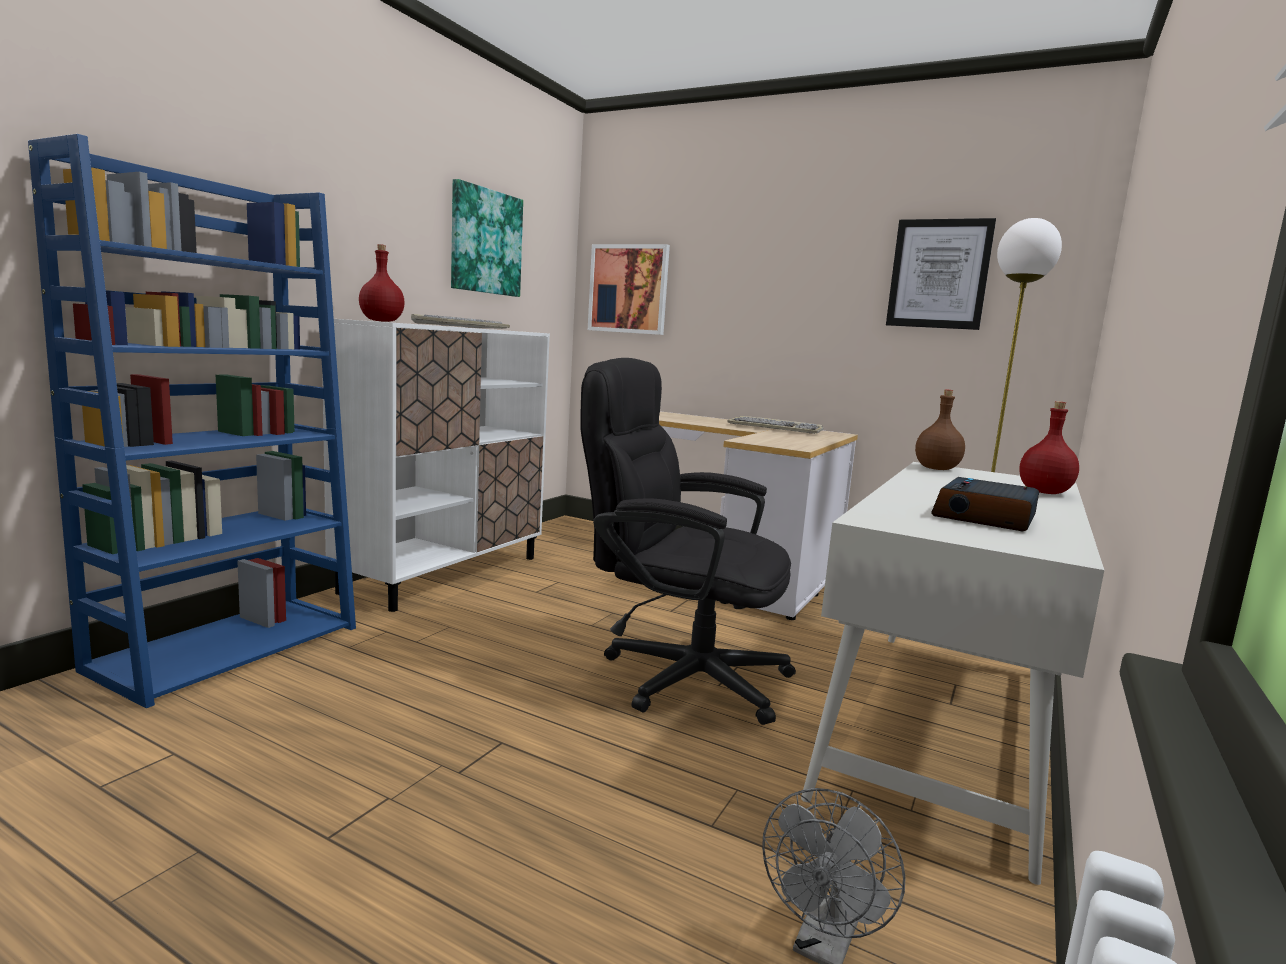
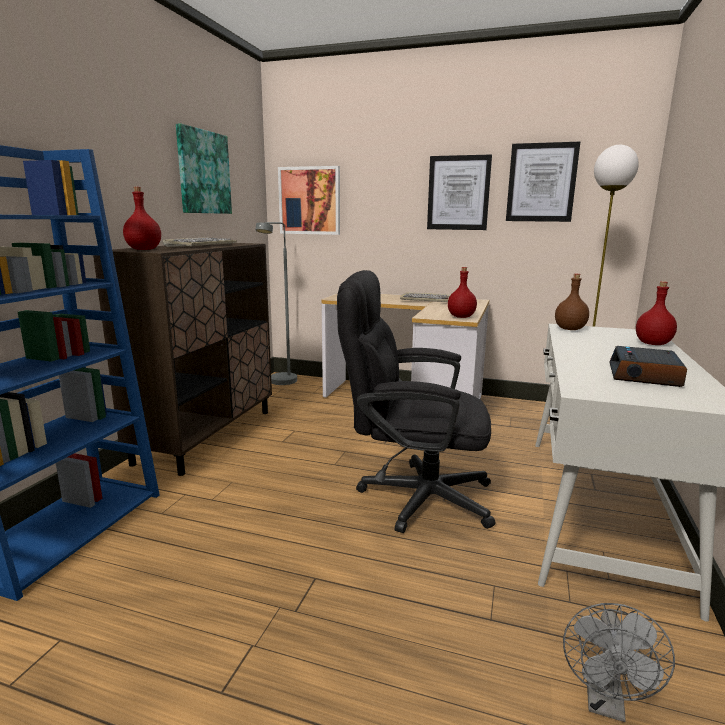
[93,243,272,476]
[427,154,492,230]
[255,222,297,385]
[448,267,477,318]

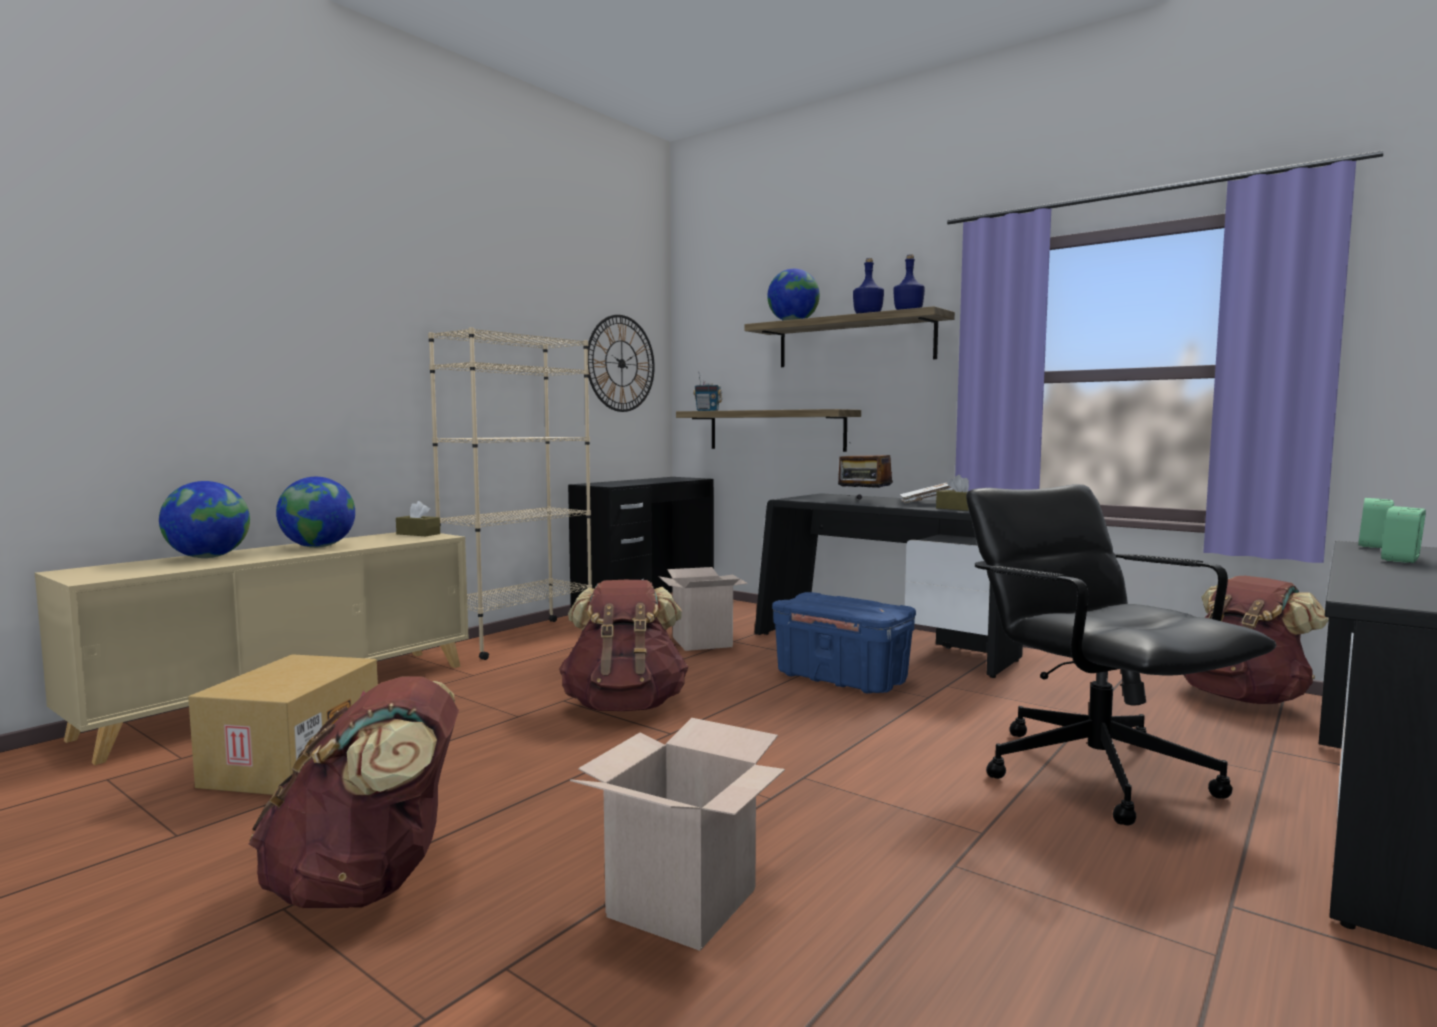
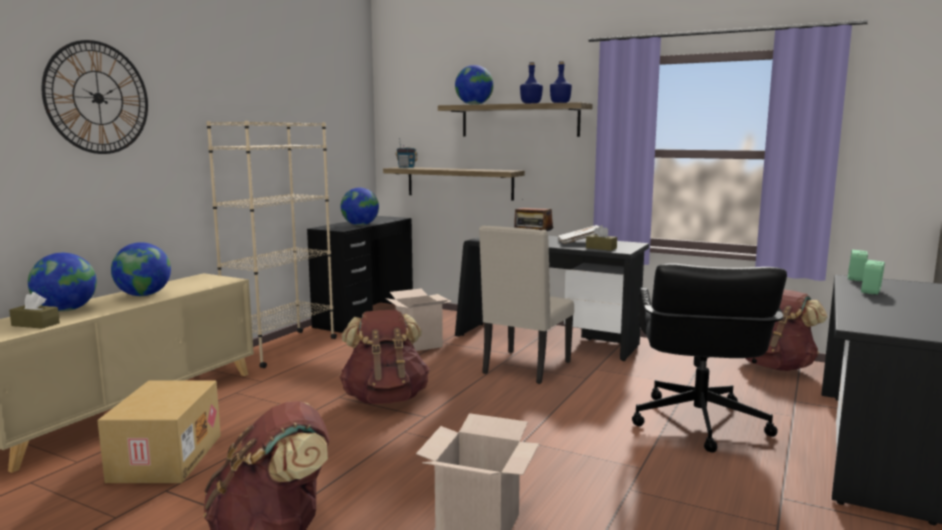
[42,40,148,154]
[632,263,787,453]
[9,292,60,329]
[479,226,574,384]
[341,188,379,226]

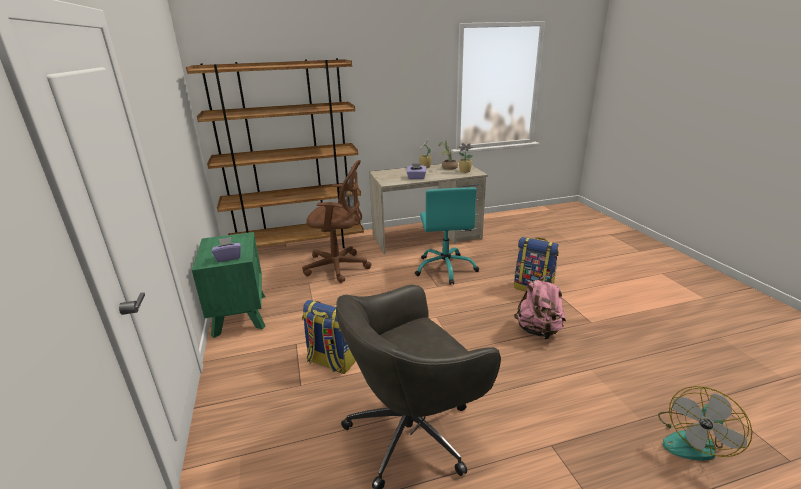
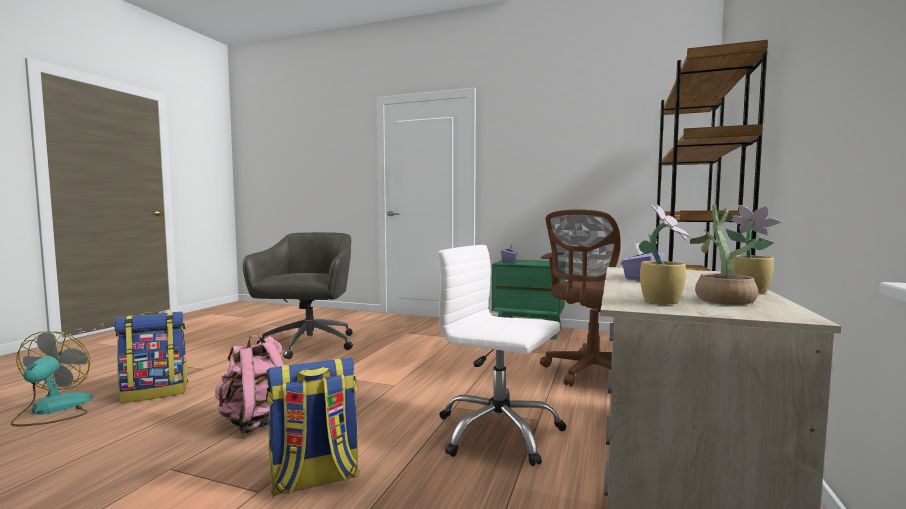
[438,245,567,466]
[114,312,188,403]

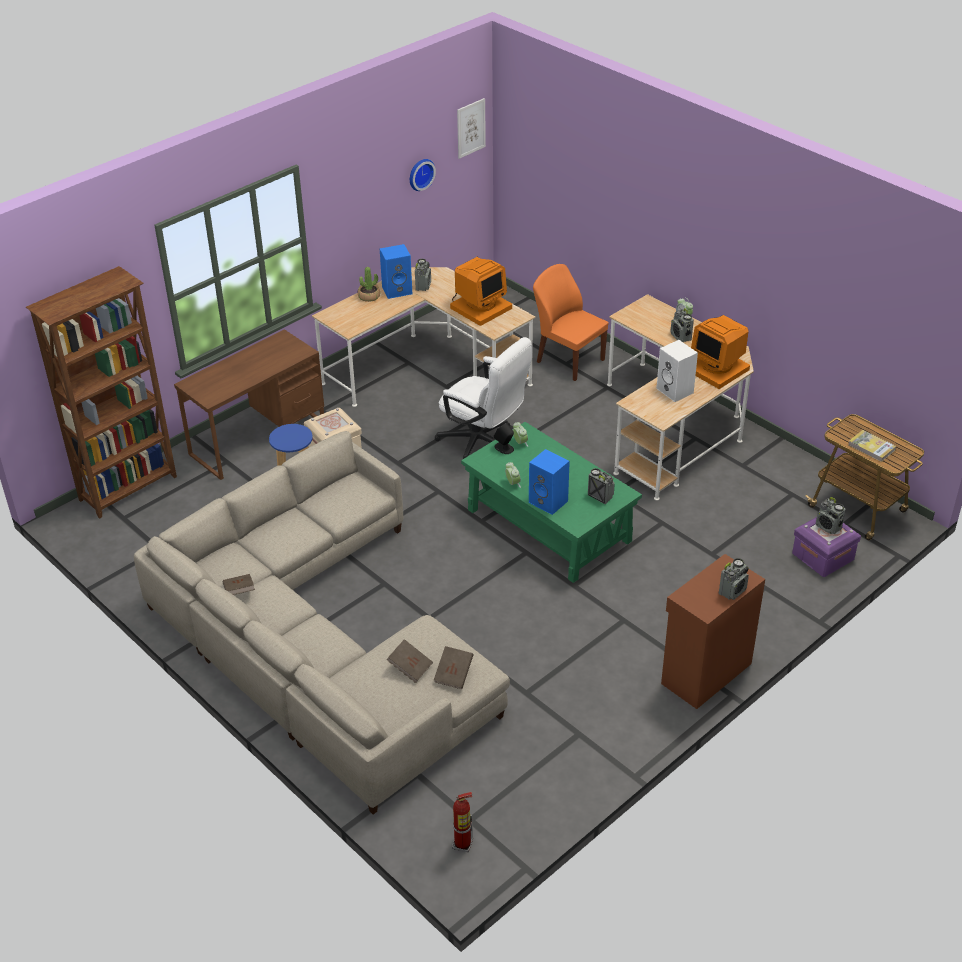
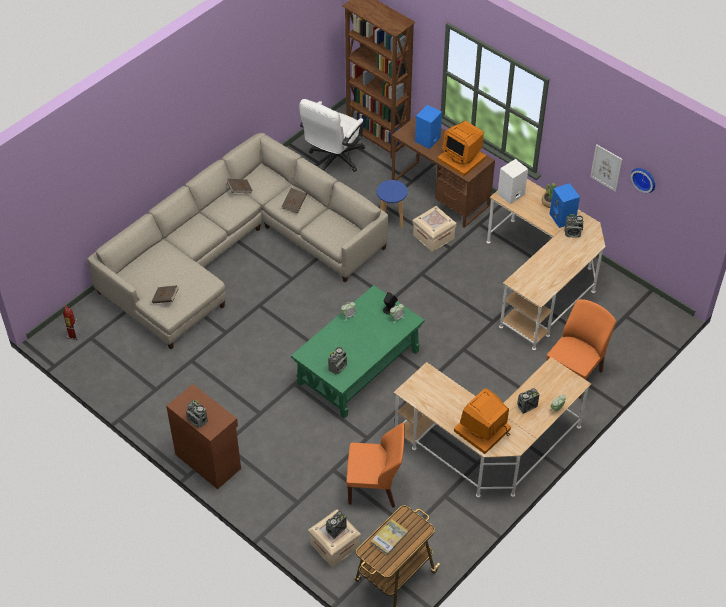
[590,144,623,192]
[438,121,486,176]
[299,99,365,172]
[498,159,528,204]
[415,105,442,149]
[308,509,361,567]
[282,188,307,214]
[347,423,405,507]

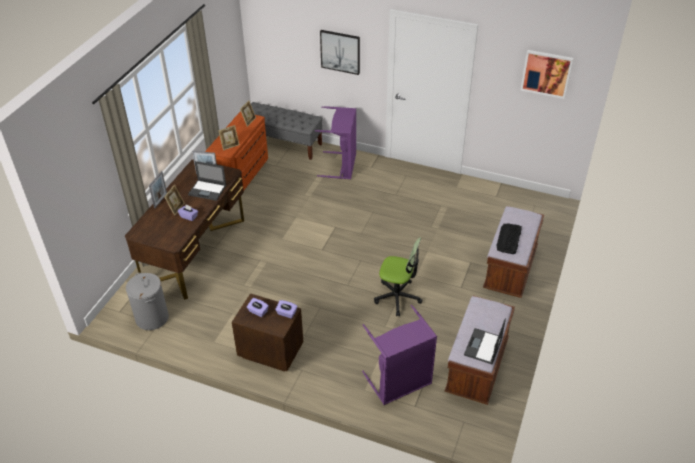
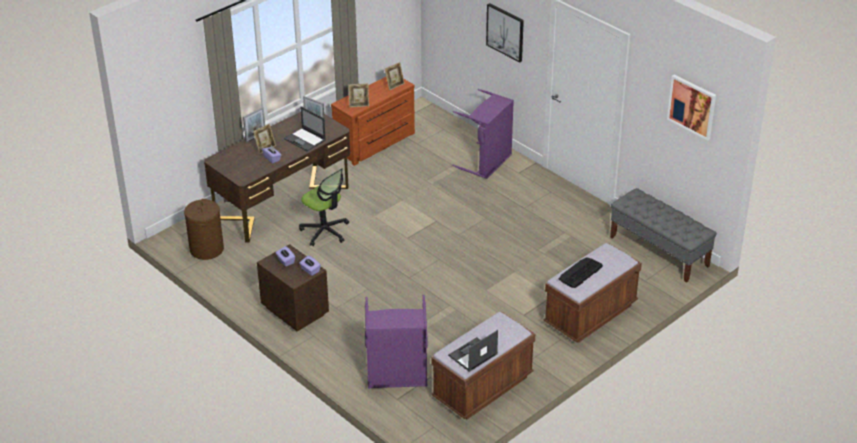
[610,188,717,283]
[299,168,349,246]
[184,198,224,260]

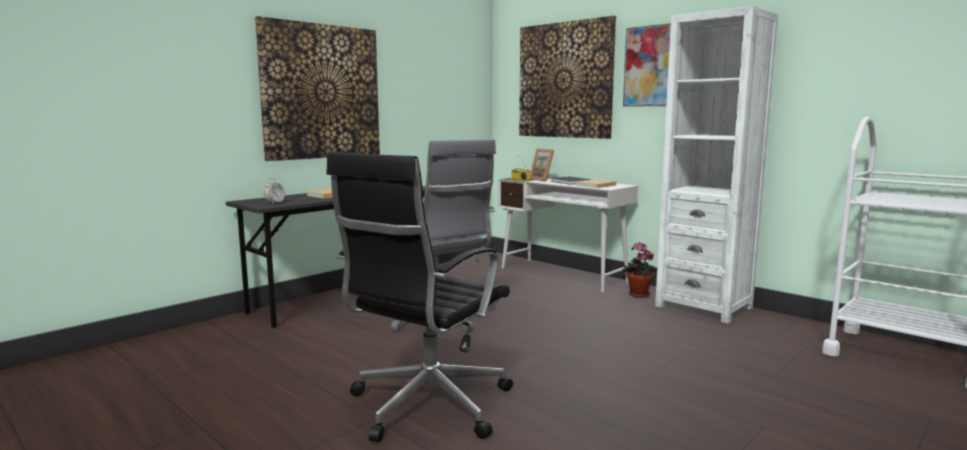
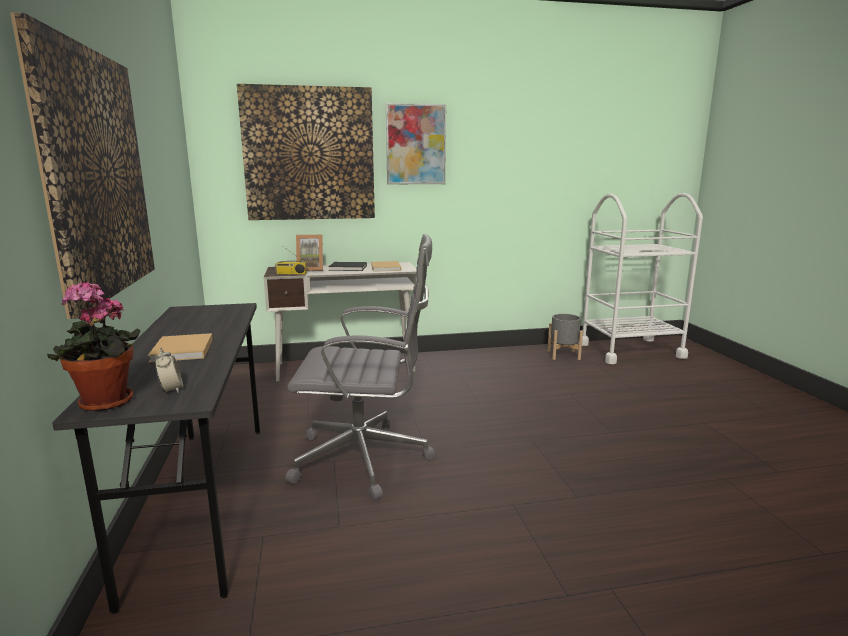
[655,6,778,324] (first image)
[326,152,513,442] (first image)
[47,281,141,412]
[547,314,583,360]

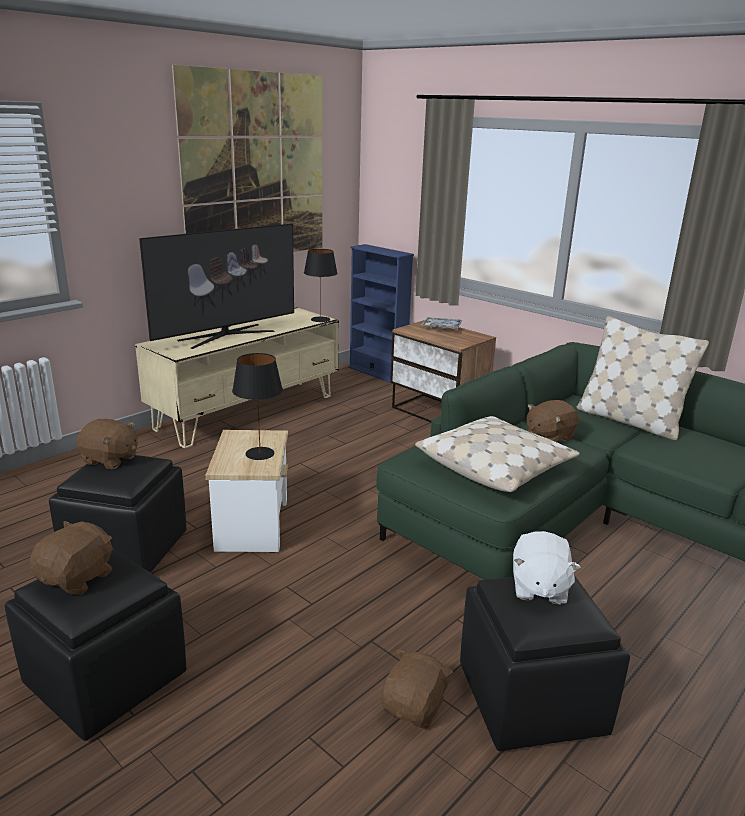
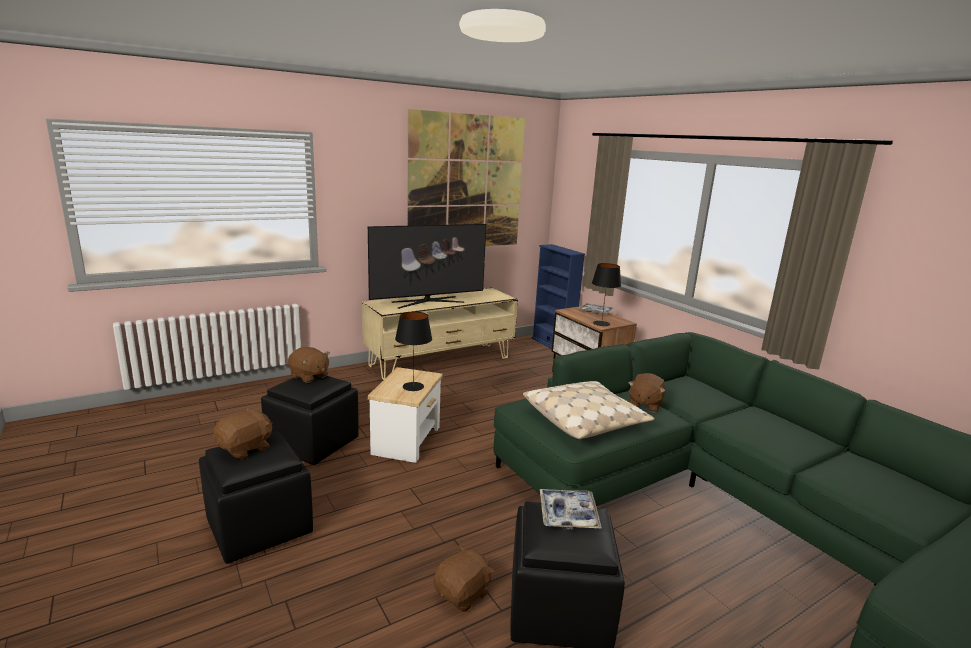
[592,263,621,326]
[577,316,709,441] (first image)
[628,373,665,413]
[540,489,602,530]

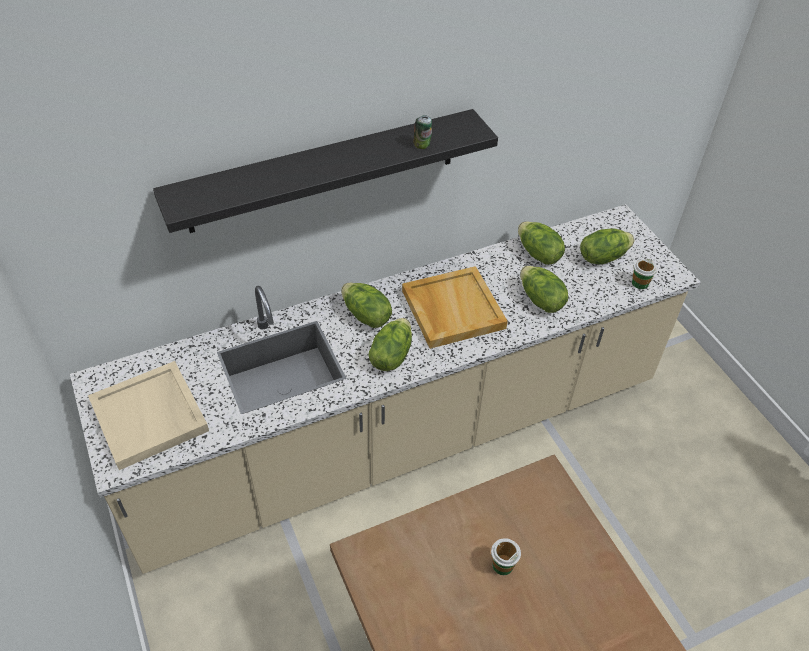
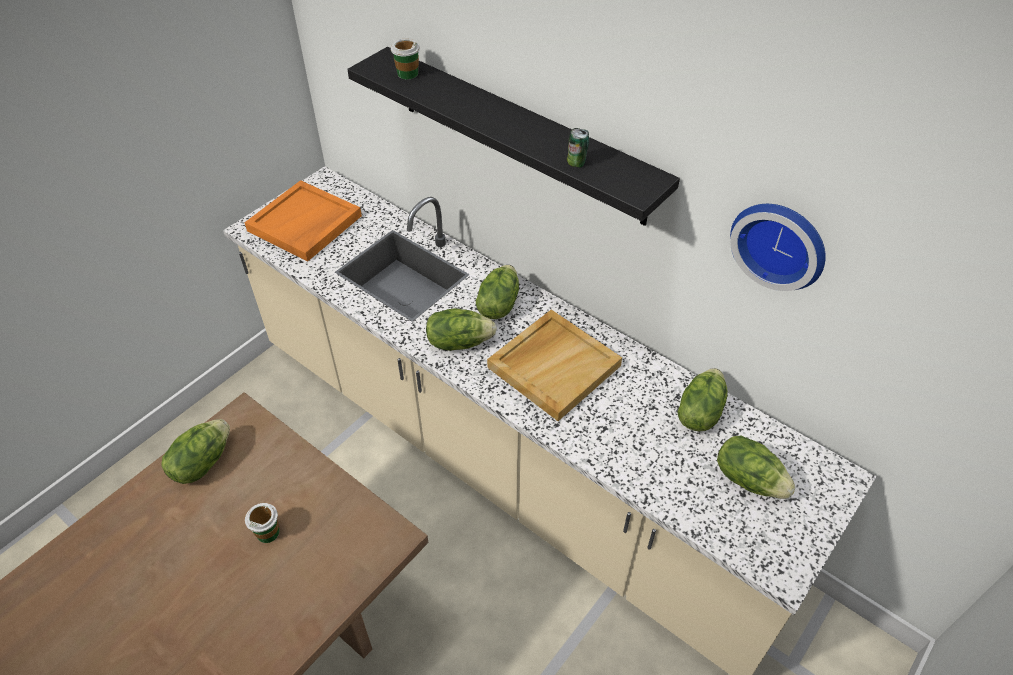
[391,39,420,79]
[161,419,230,484]
[244,180,362,262]
[730,204,826,291]

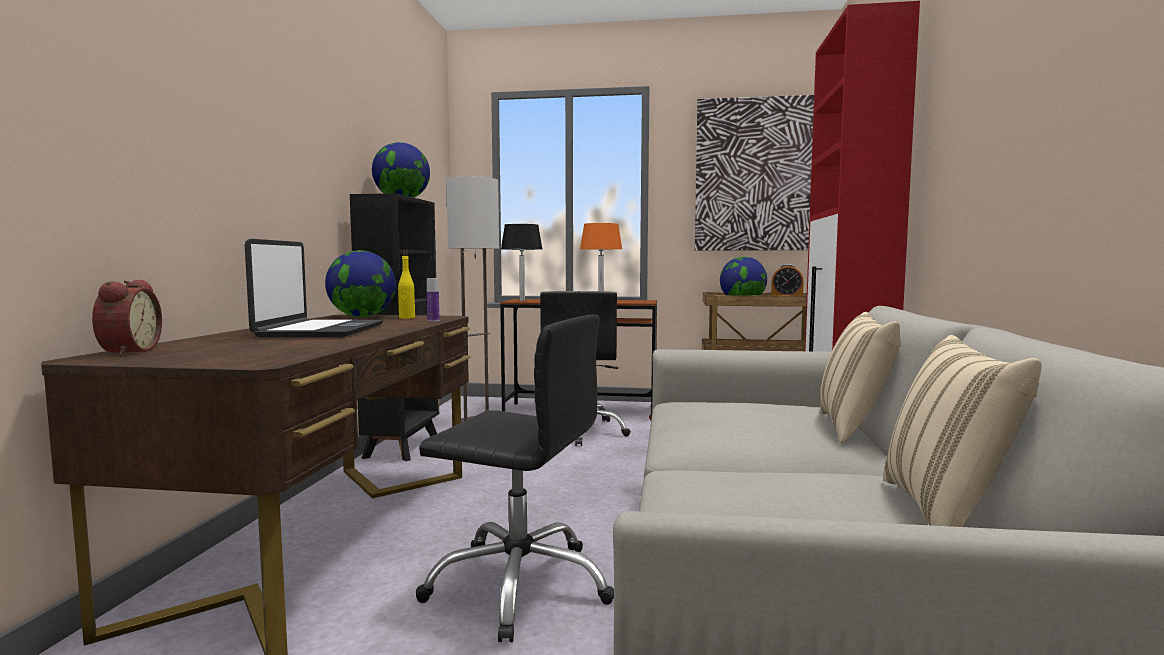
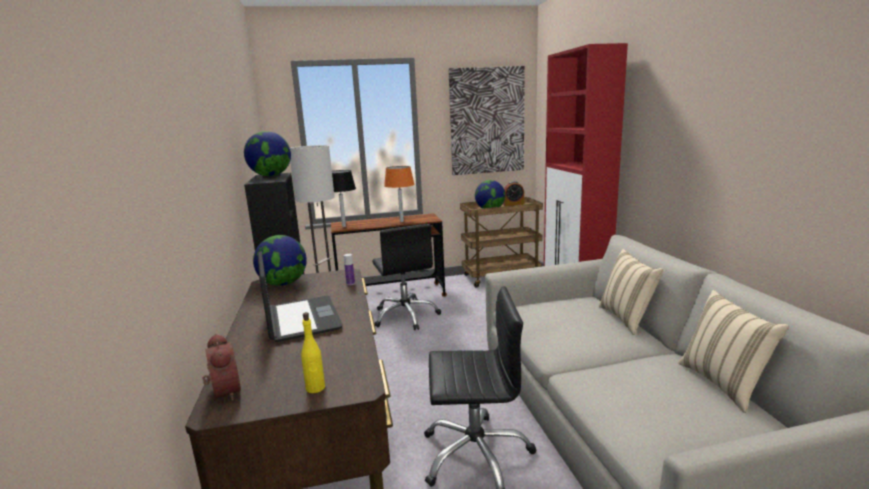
[301,312,325,393]

